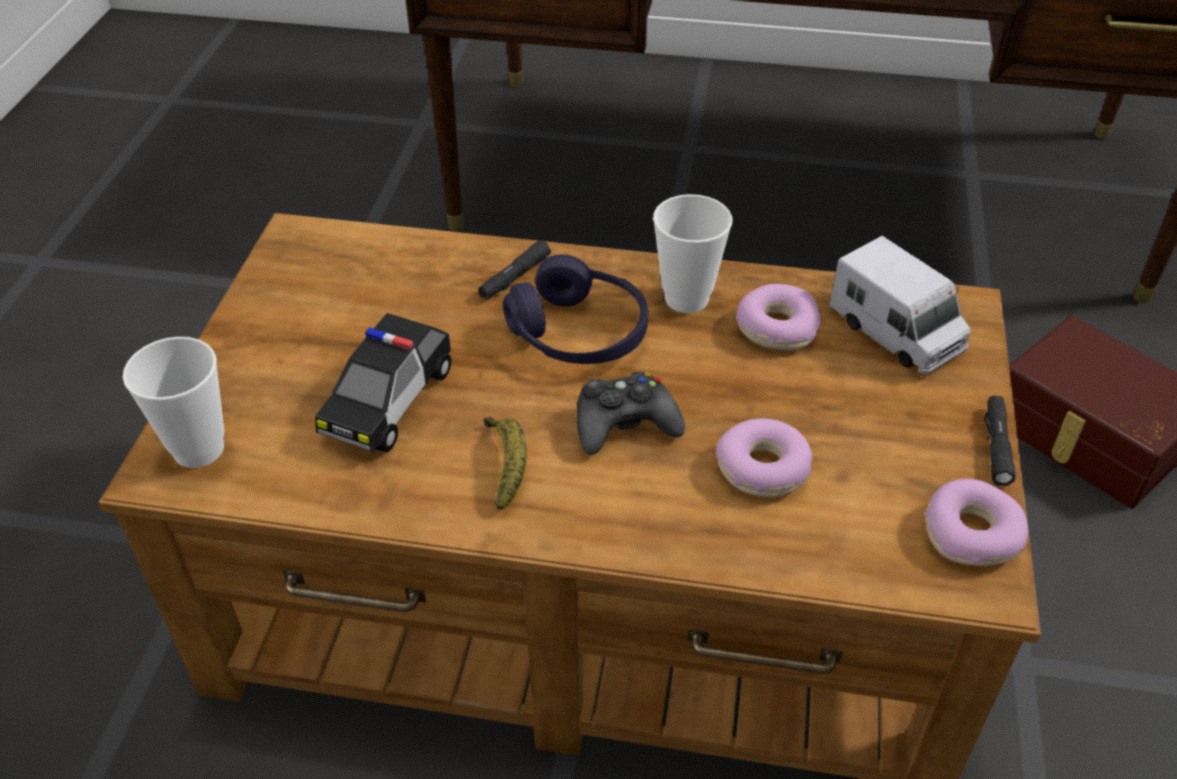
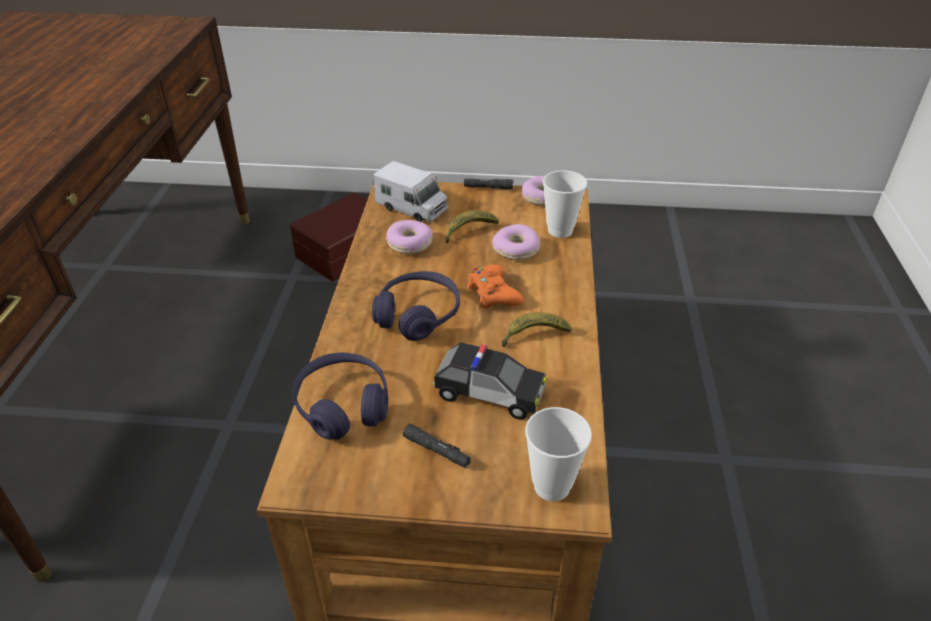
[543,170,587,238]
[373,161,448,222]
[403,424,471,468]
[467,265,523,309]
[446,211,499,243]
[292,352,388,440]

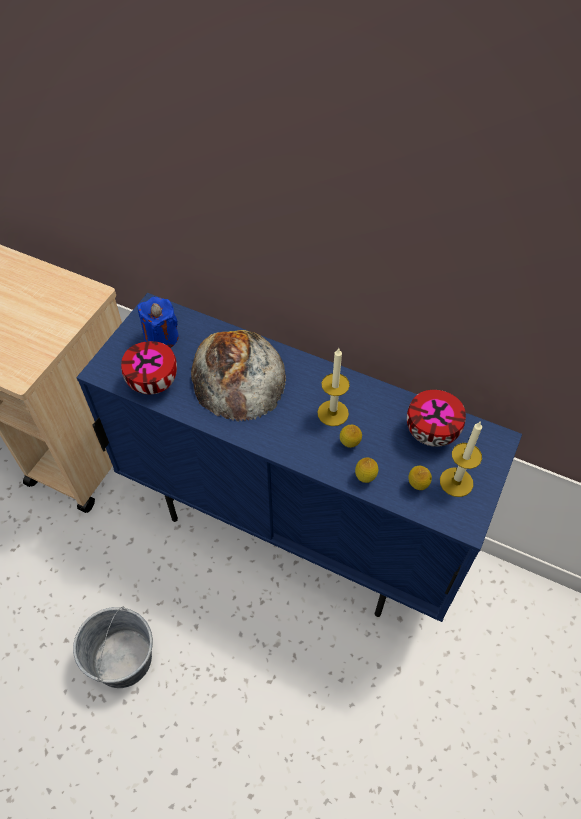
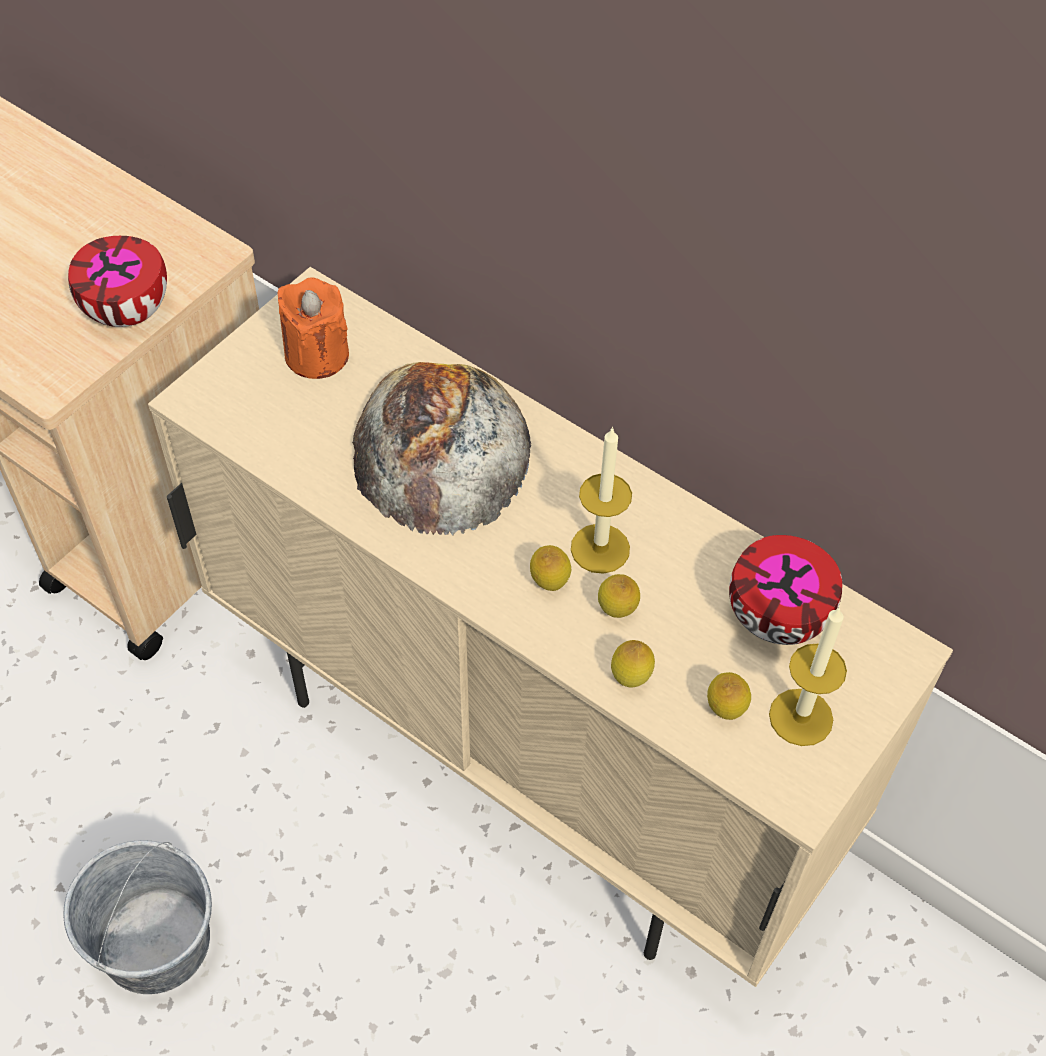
[148,267,953,987]
[277,277,349,379]
[68,236,167,327]
[530,545,571,591]

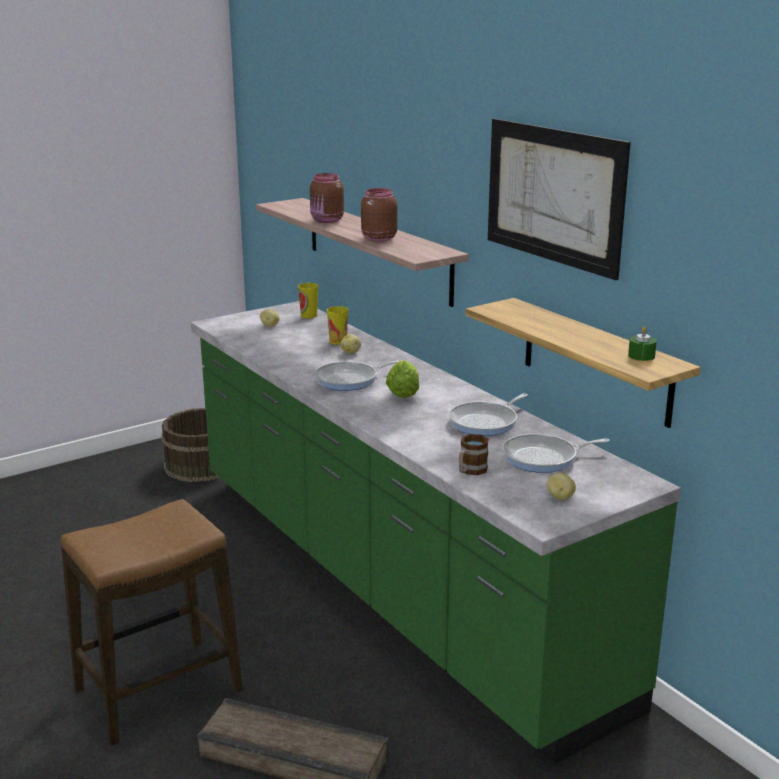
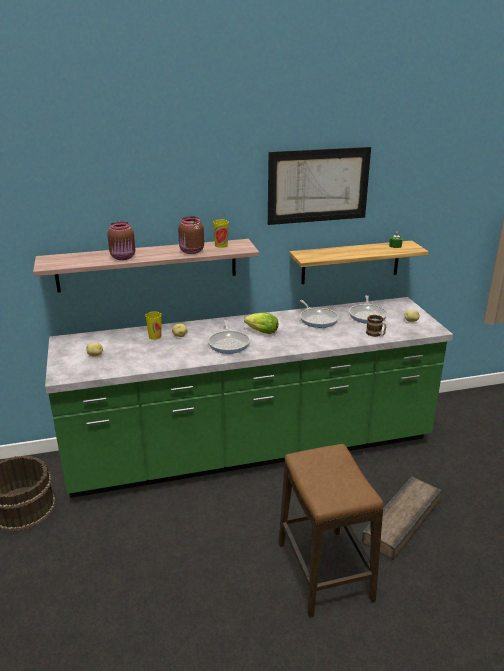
[213,220,229,248]

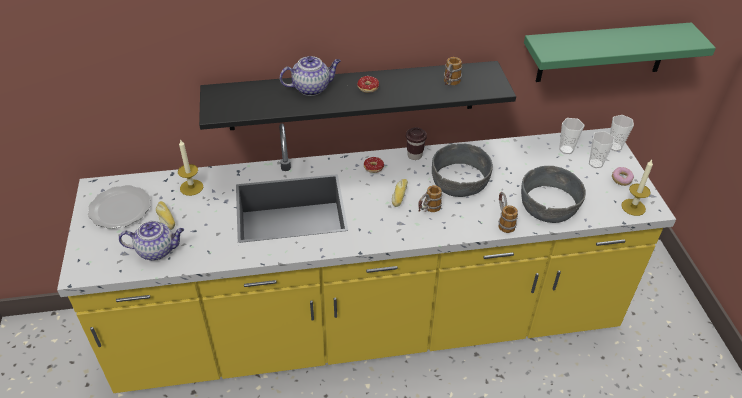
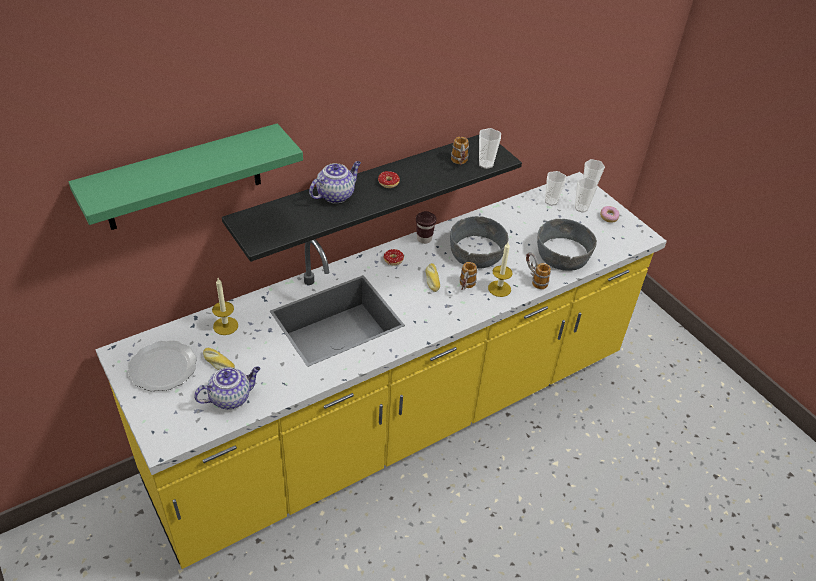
[69,123,303,230]
[488,242,513,297]
[479,128,501,169]

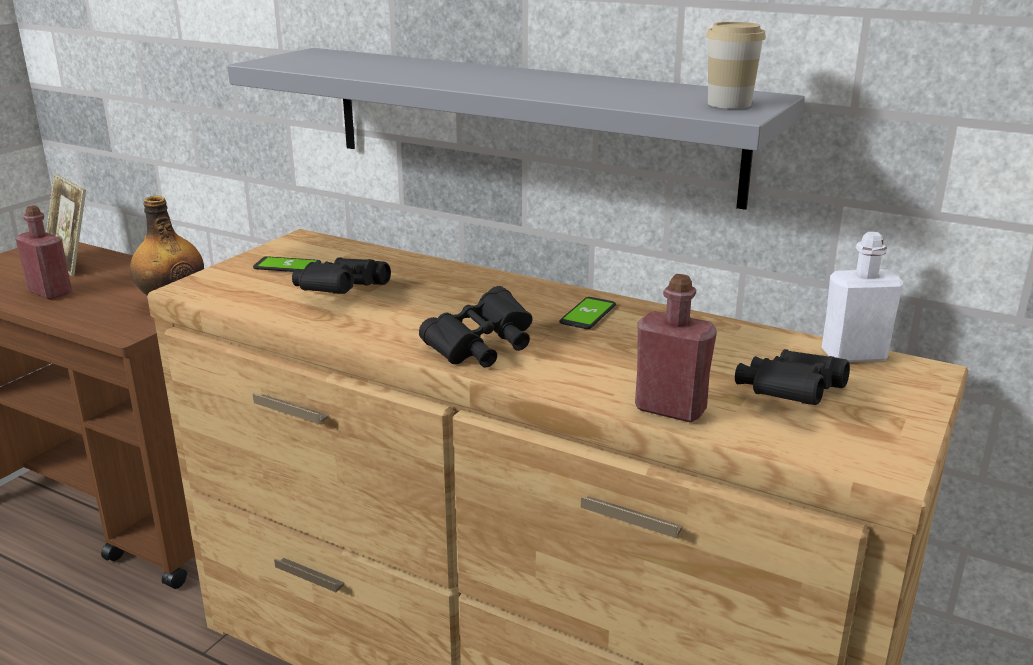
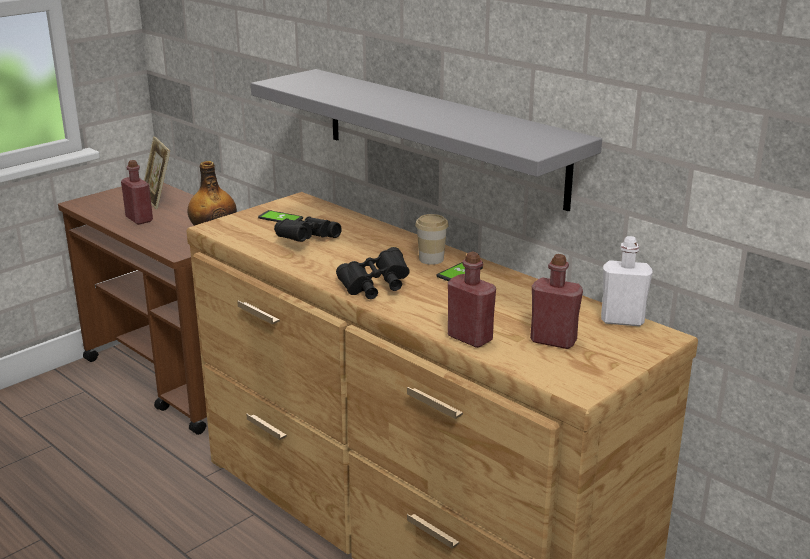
[415,214,449,265]
[530,254,583,349]

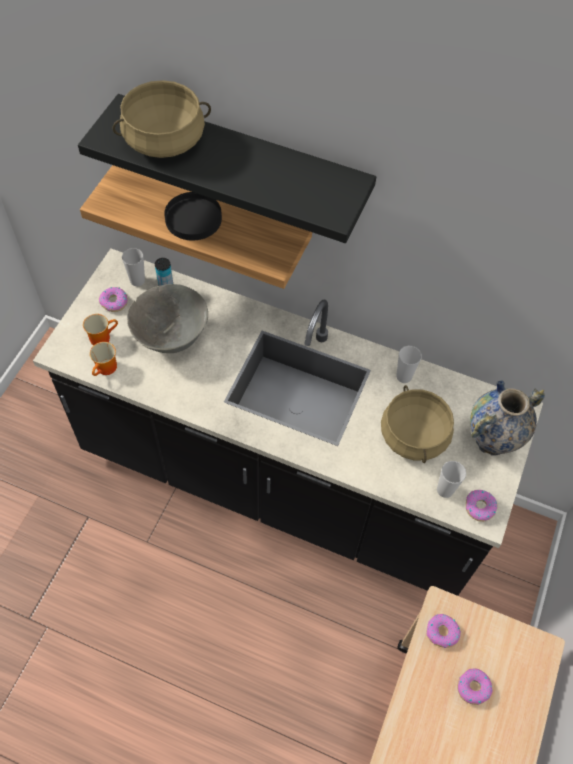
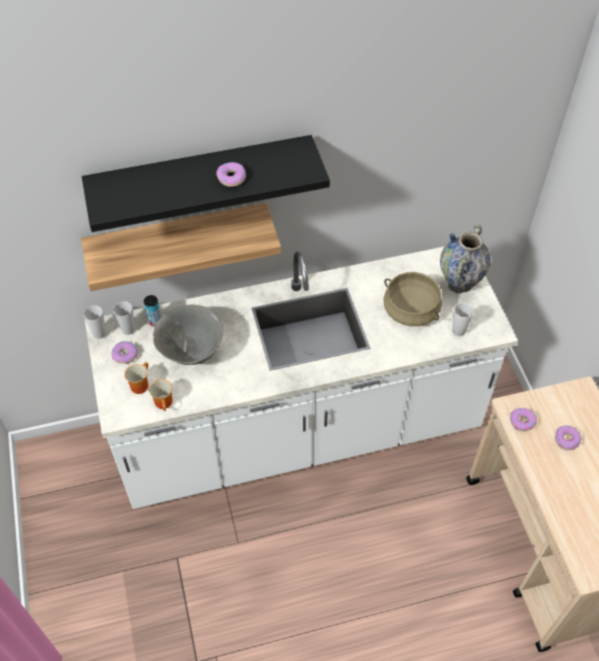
[113,80,211,158] (first image)
[164,192,222,241] (first image)
[85,246,518,509]
[83,305,106,339]
[216,162,246,187]

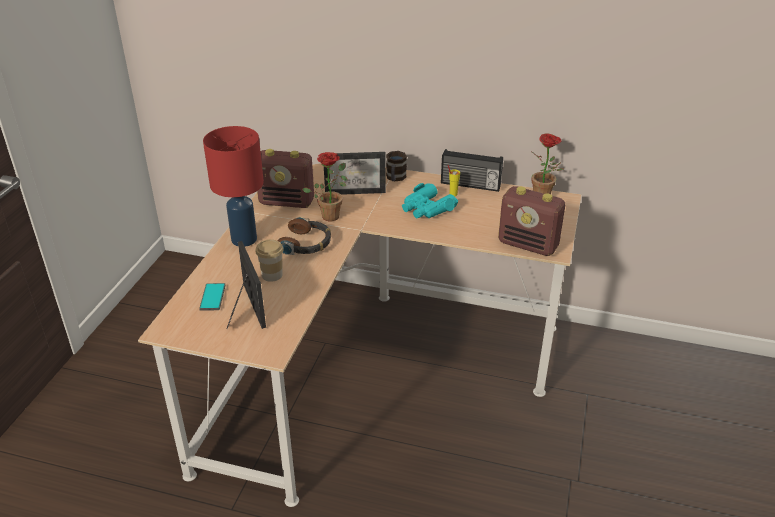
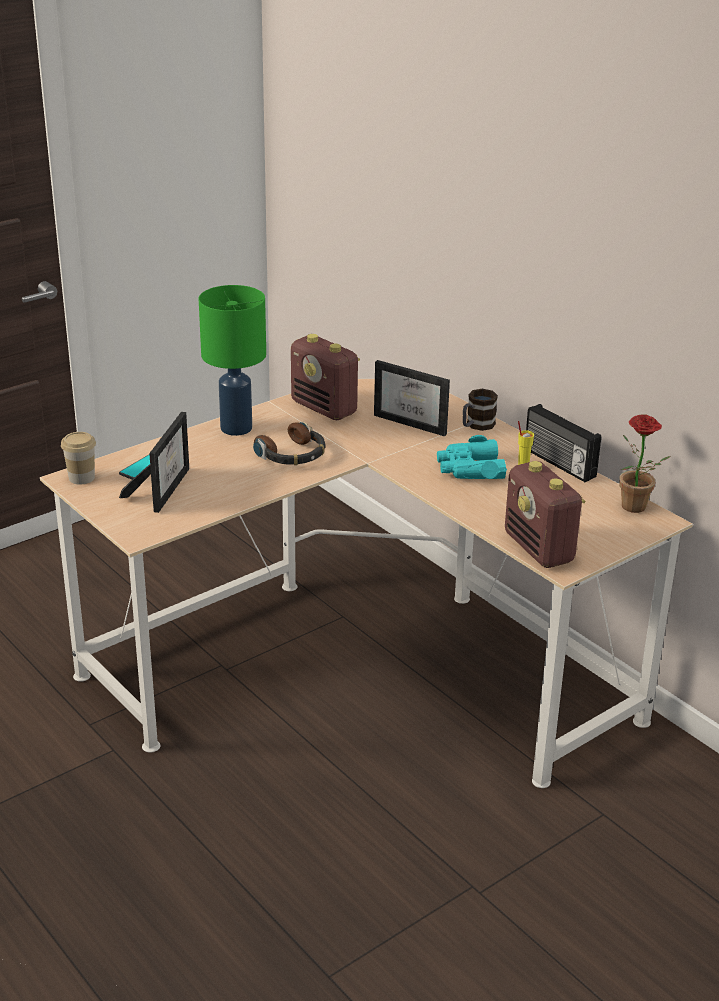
[199,285,266,436]
[302,152,348,221] (first image)
[61,432,96,485]

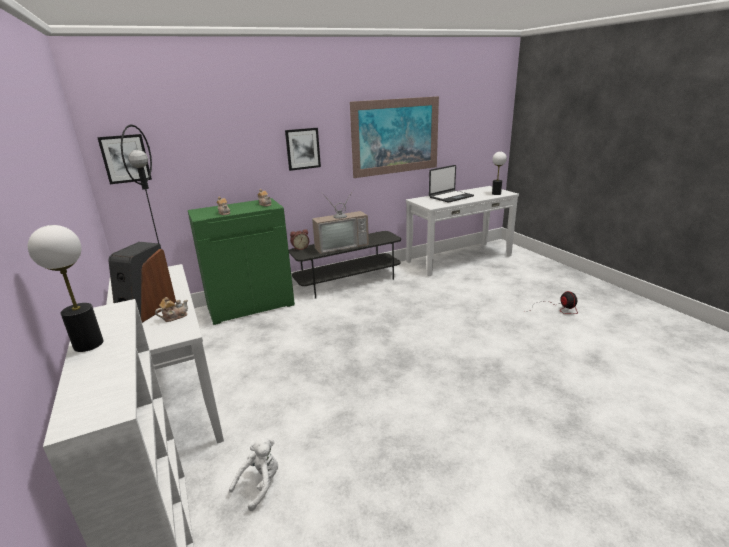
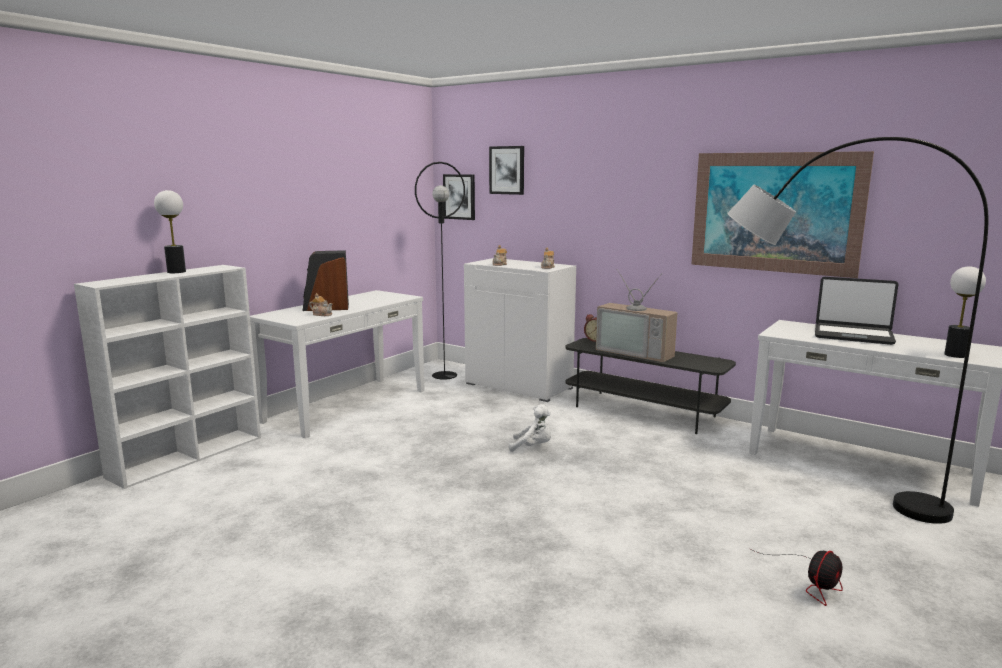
[489,146,524,195]
[464,258,576,402]
[509,404,551,452]
[727,137,988,524]

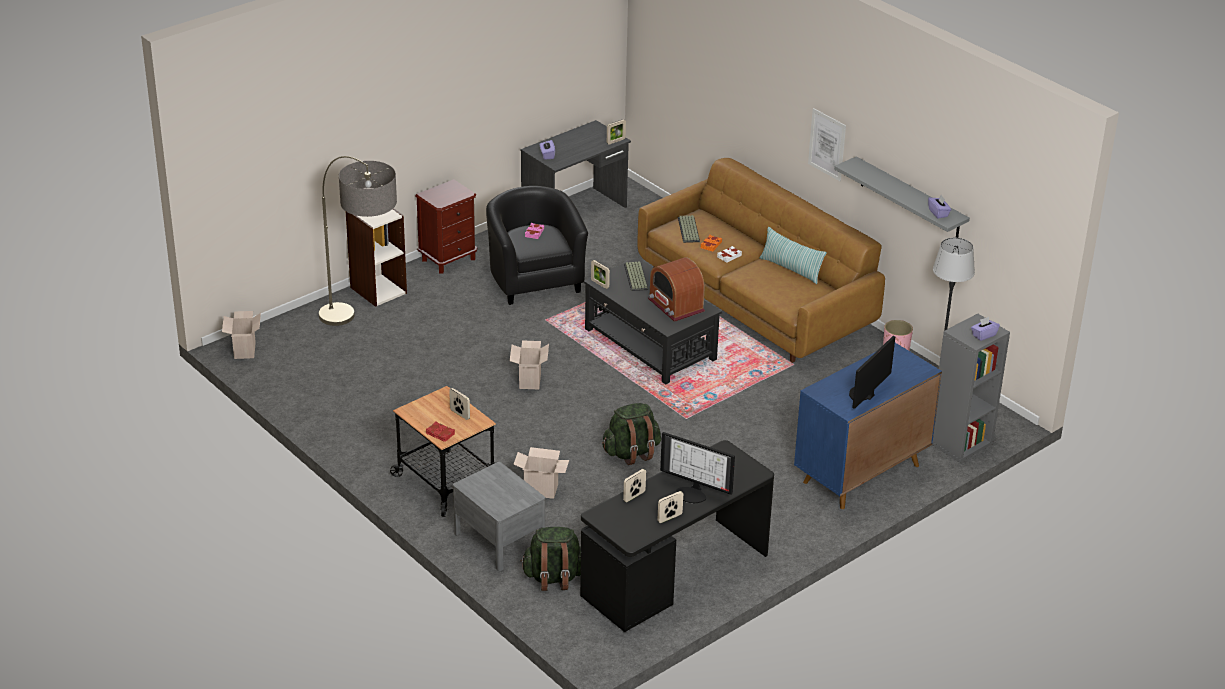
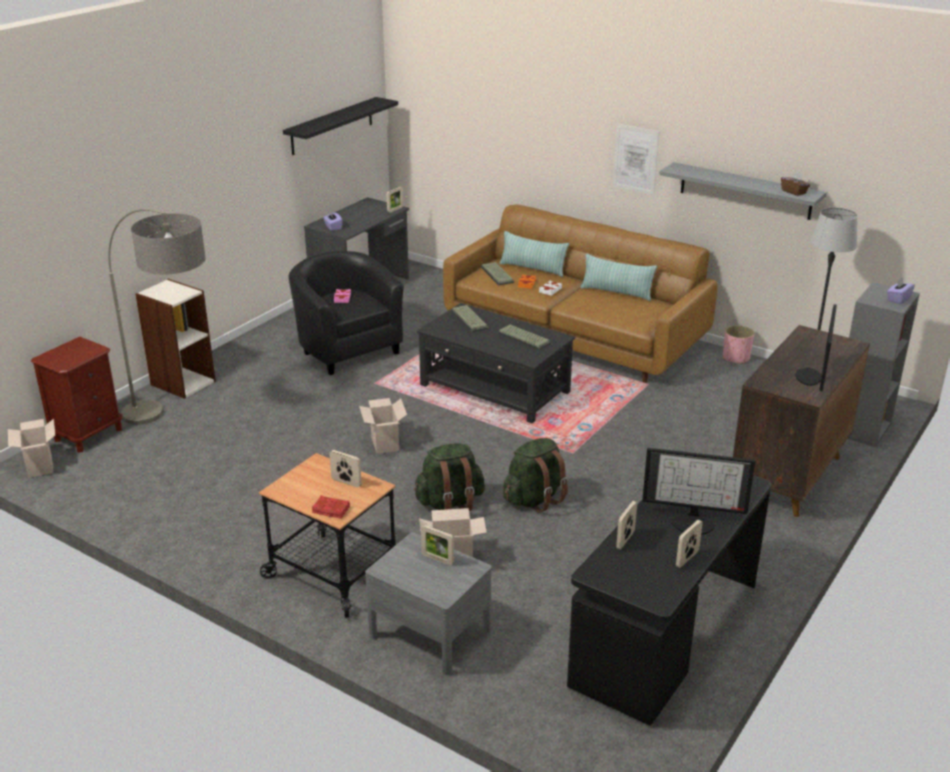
[31,337,123,453]
[781,172,810,196]
[498,325,551,350]
[421,525,454,565]
[733,325,870,517]
[413,444,485,511]
[283,97,398,155]
[499,231,569,277]

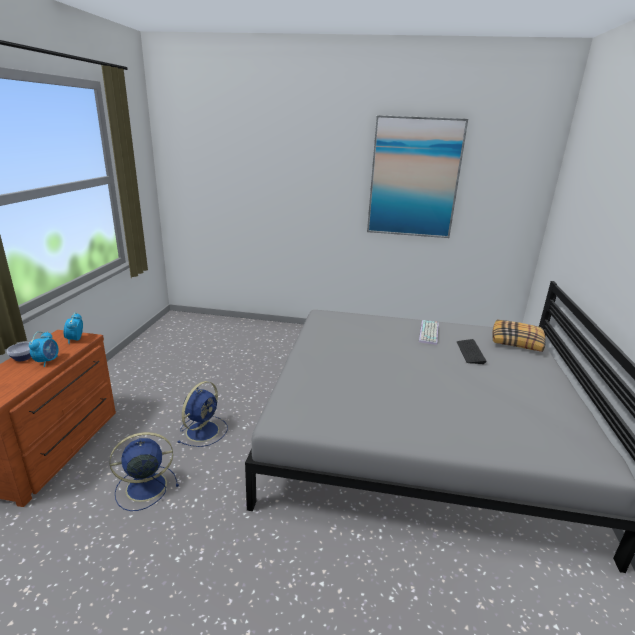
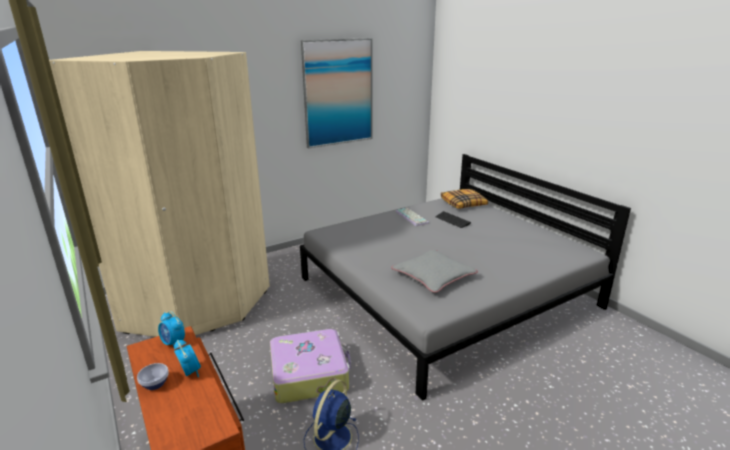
[270,329,351,404]
[49,51,270,337]
[391,249,478,293]

